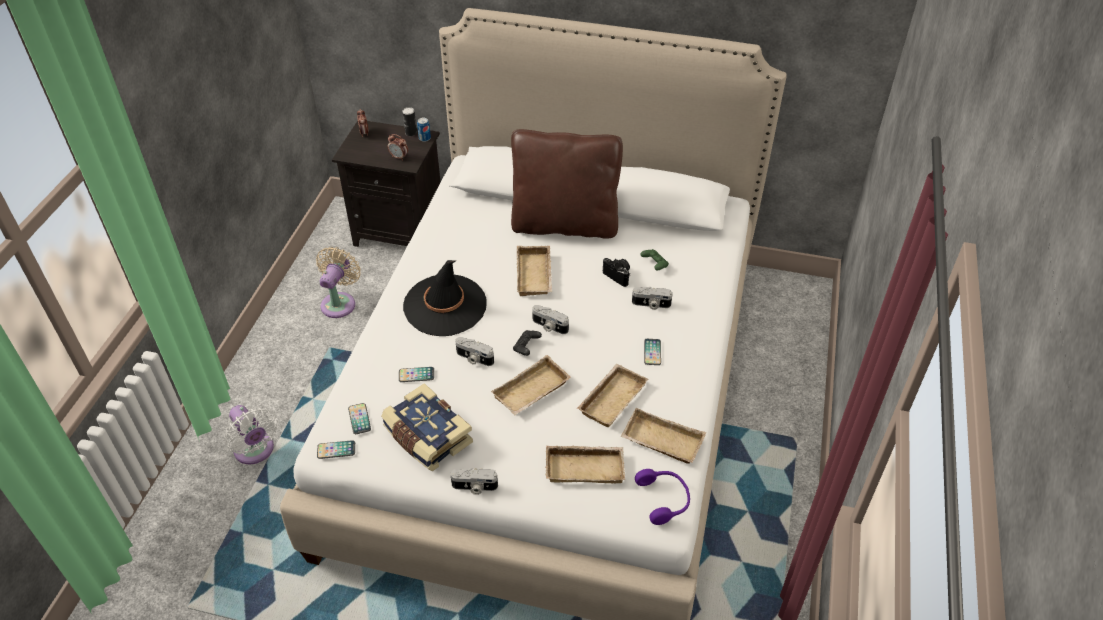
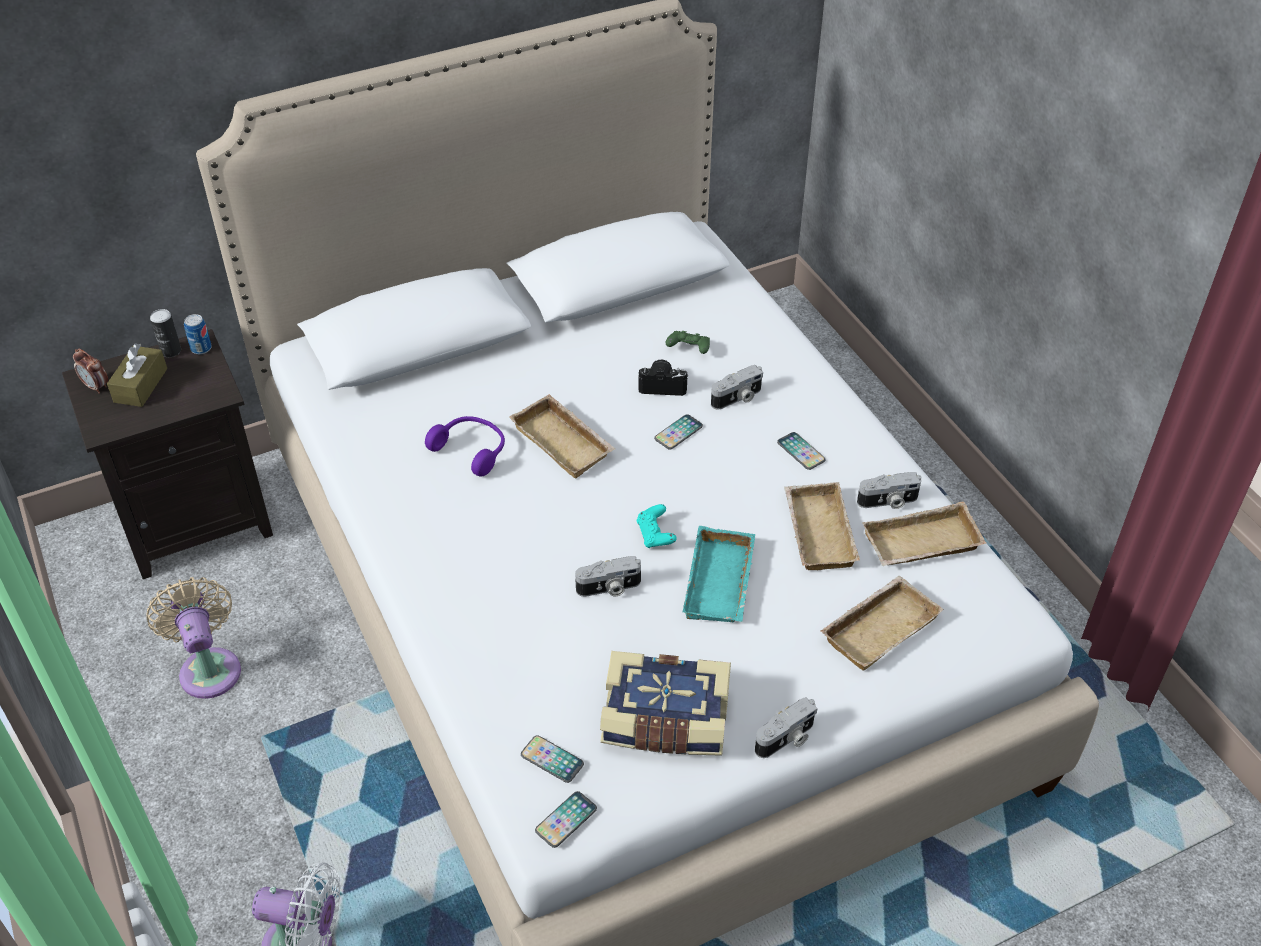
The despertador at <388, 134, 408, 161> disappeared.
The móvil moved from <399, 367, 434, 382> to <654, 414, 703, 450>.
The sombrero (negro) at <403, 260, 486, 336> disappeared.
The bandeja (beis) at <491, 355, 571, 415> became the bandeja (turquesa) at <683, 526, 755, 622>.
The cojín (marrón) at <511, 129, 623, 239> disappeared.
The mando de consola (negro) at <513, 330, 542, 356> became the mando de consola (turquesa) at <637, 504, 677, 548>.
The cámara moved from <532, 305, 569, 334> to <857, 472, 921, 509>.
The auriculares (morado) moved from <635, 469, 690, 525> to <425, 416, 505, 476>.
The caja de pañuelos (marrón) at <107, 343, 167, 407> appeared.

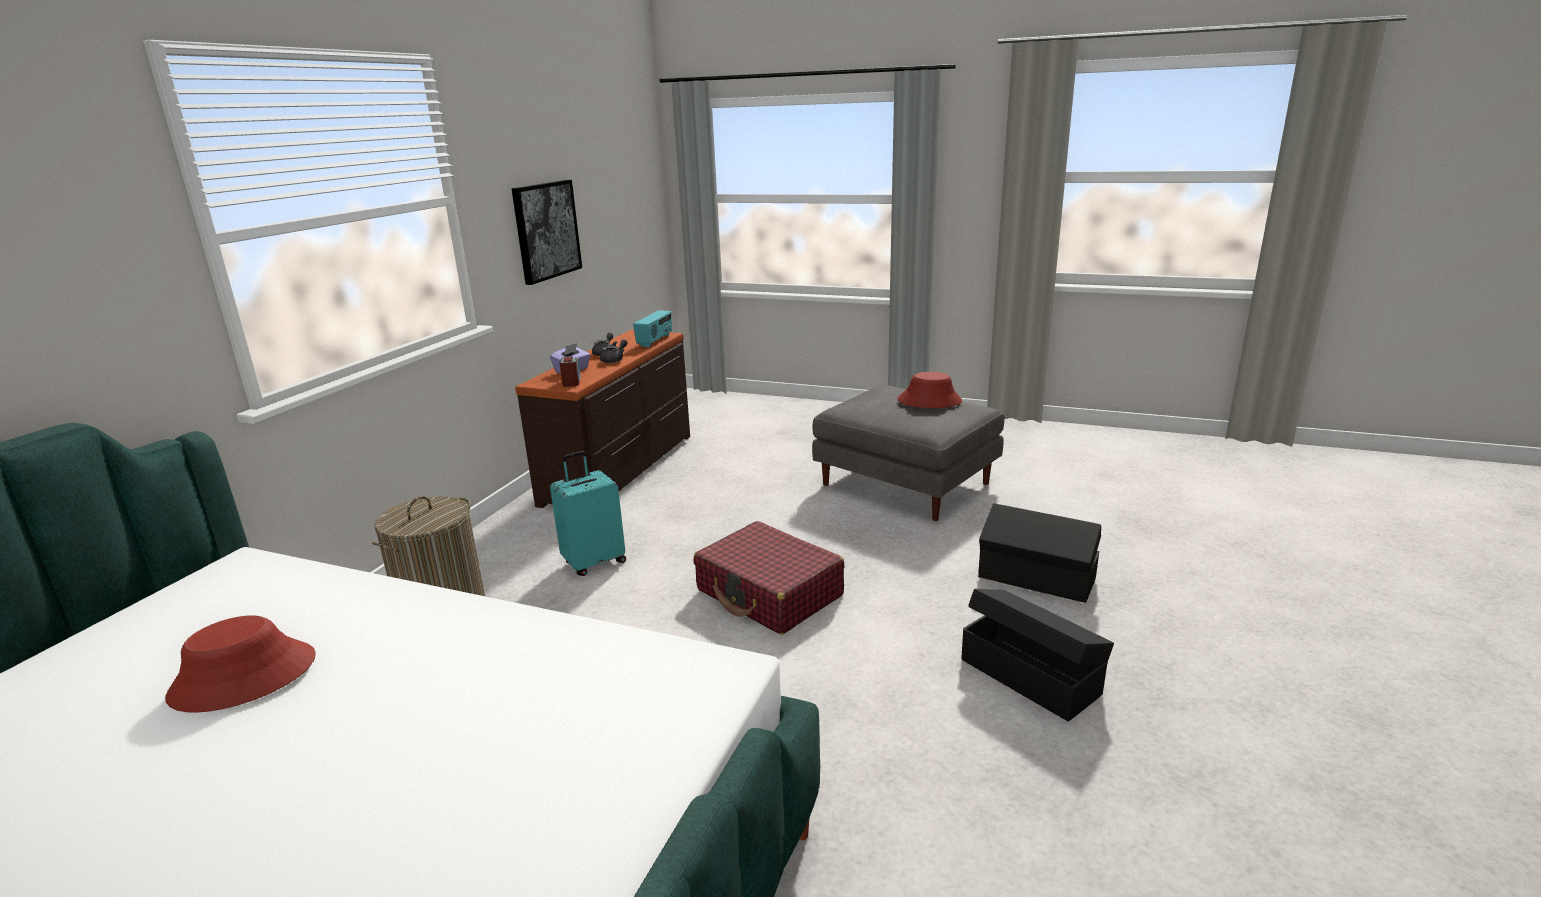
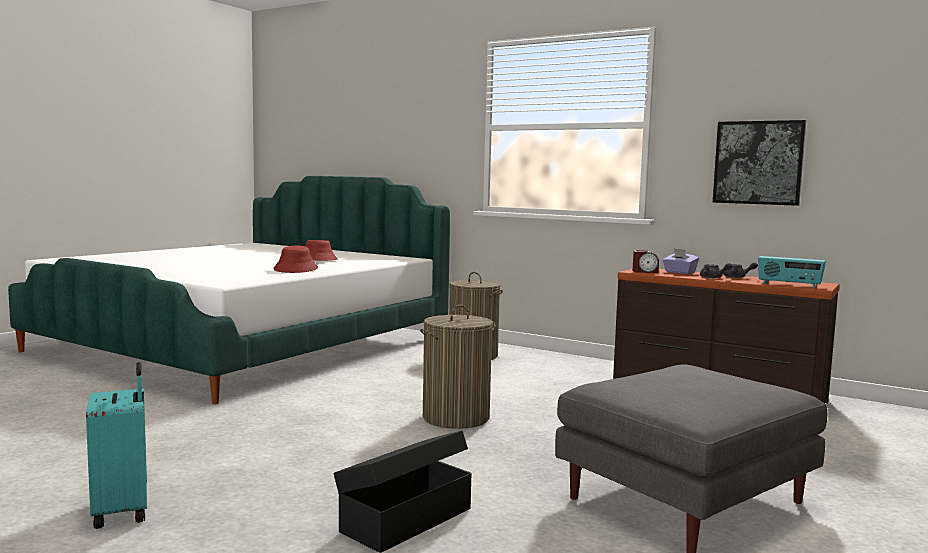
The maleta (turquesa) moved from <550, 451, 626, 576> to <86, 362, 147, 529>.
The maleta (rojo) at <694, 521, 845, 635> was replaced by the cesto de la ropa at <420, 305, 495, 429>.
The sombrero (rojo) moved from <897, 372, 962, 408> to <273, 246, 318, 273>.
The caja de almacenaje (negro) at <962, 589, 1114, 721> disappeared.

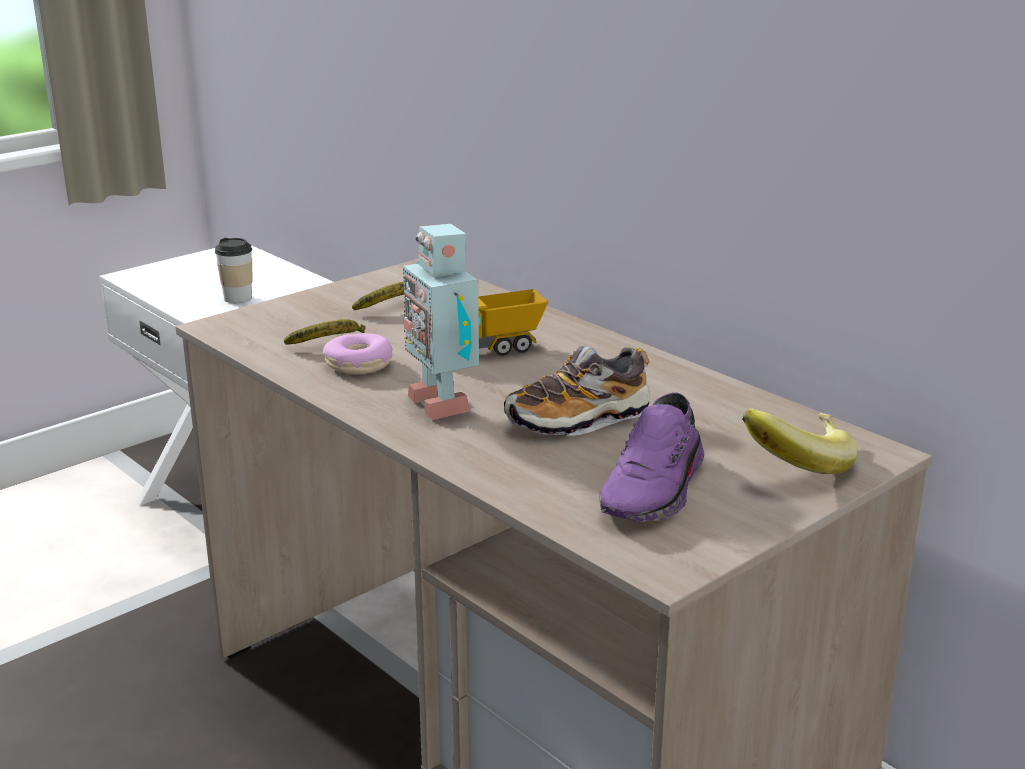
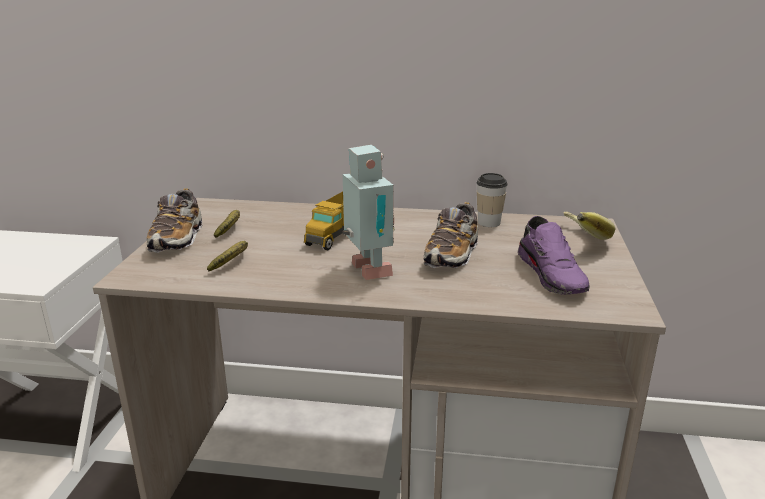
The taza moved from <215, 238, 252, 303> to <476, 173, 508, 227>.
The rosquilla at <323, 333, 393, 374> disappeared.
The robot de juguete at <403, 224, 479, 420> turned 135 degrees counterclockwise.
The zapato at <146, 188, 203, 253> appeared.

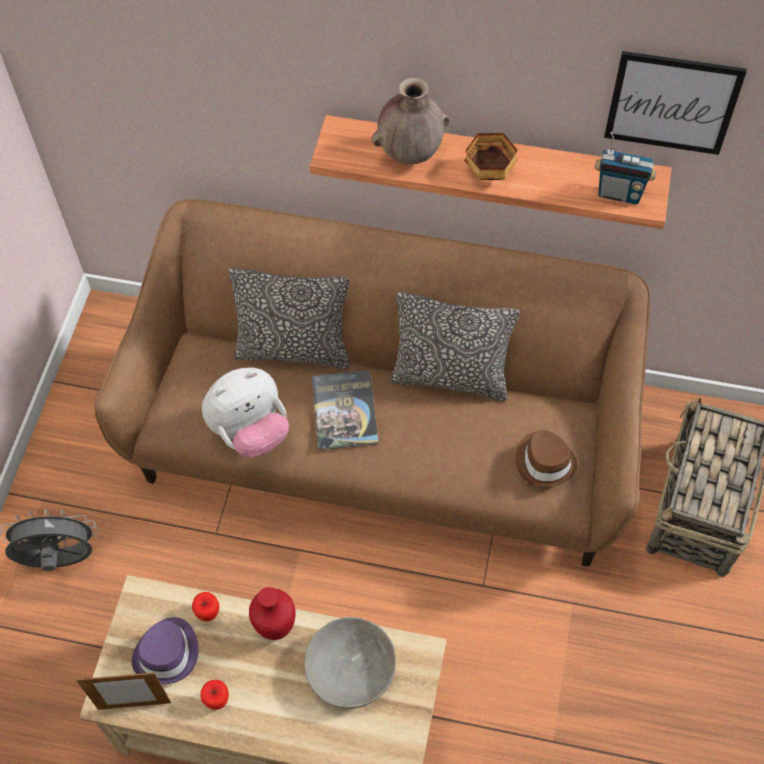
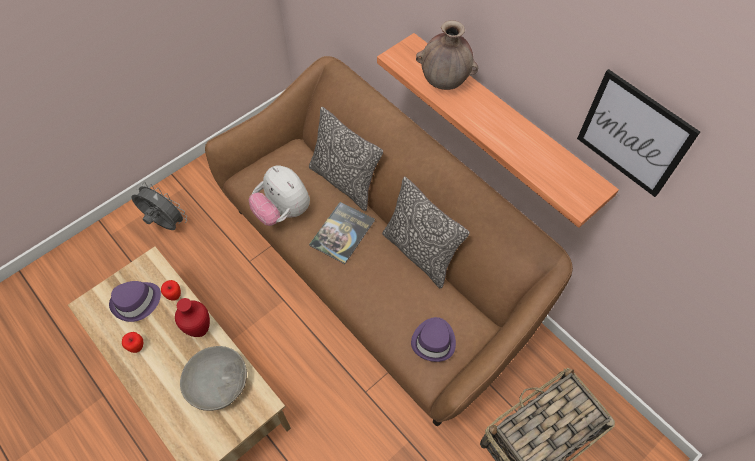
The portarretratos at <76, 672, 171, 710> disappeared.
The peluche at <202, 368, 289, 457> turned 45 degrees clockwise.
The cuenco at <464, 133, 518, 180> disappeared.
The sombrero (marrón) at <516, 430, 578, 487> became the sombrero (morado) at <411, 317, 456, 362>.
The radio at <595, 132, 656, 204> disappeared.

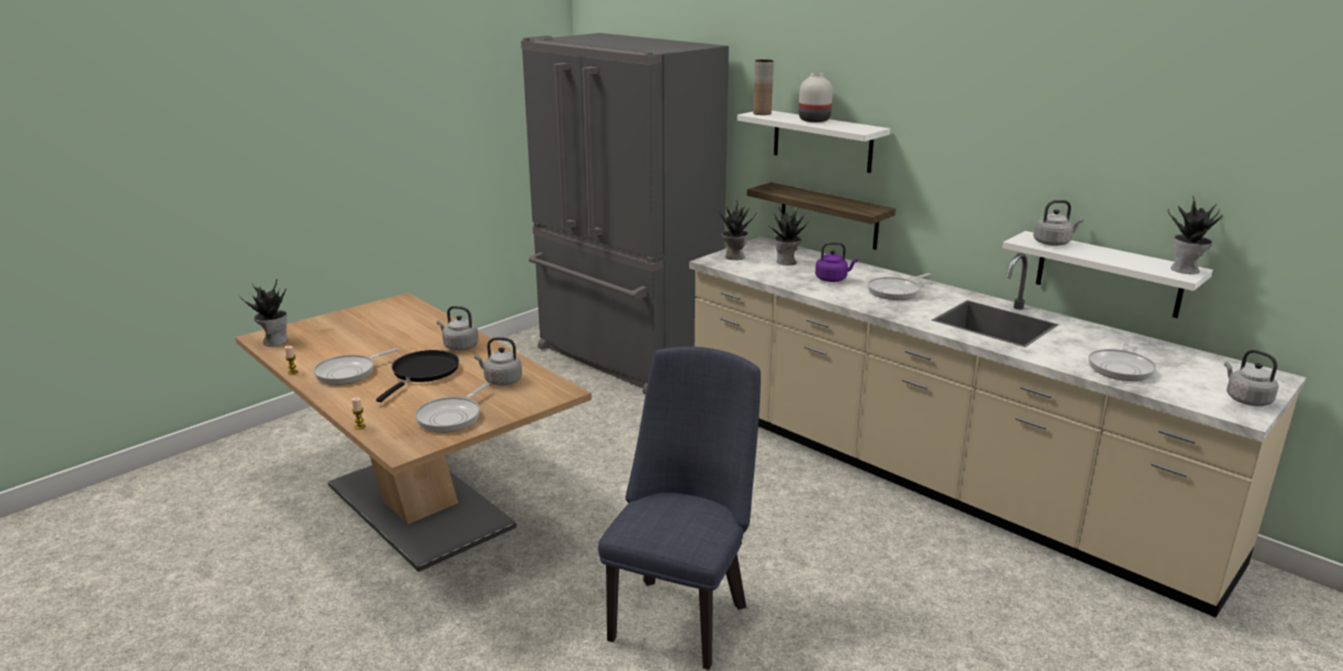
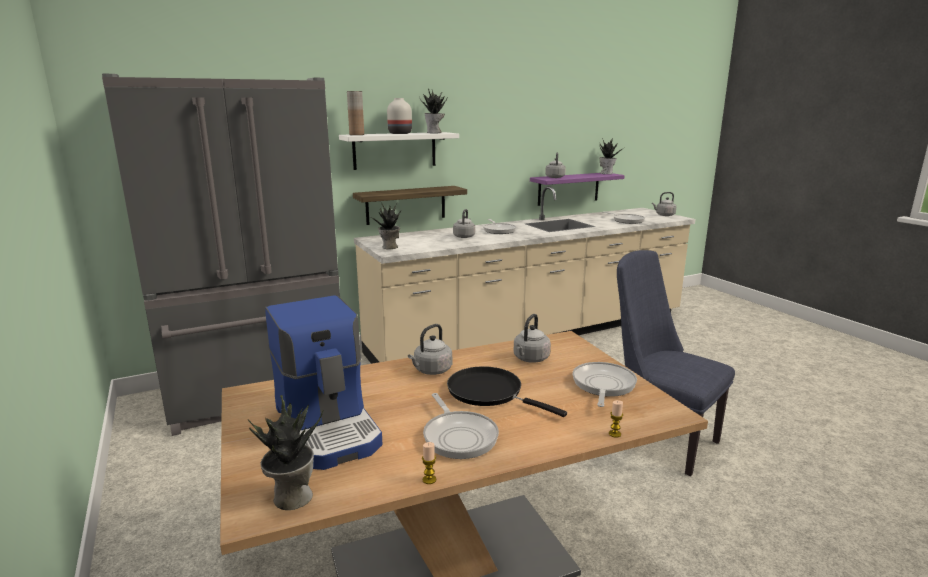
The sartén at <415, 383, 489, 432> turned 120 degrees counterclockwise.
The planta en maceta moved from <770, 207, 808, 265> to <420, 89, 448, 133>.
The hervidor (morado) at <815, 242, 858, 282> became the hervidor (gris) at <453, 209, 475, 238>.
The estante (blanco) at <1003, 231, 1213, 318> became the estante (morado) at <530, 173, 625, 206>.
The cafetera at <265, 295, 383, 470> appeared.

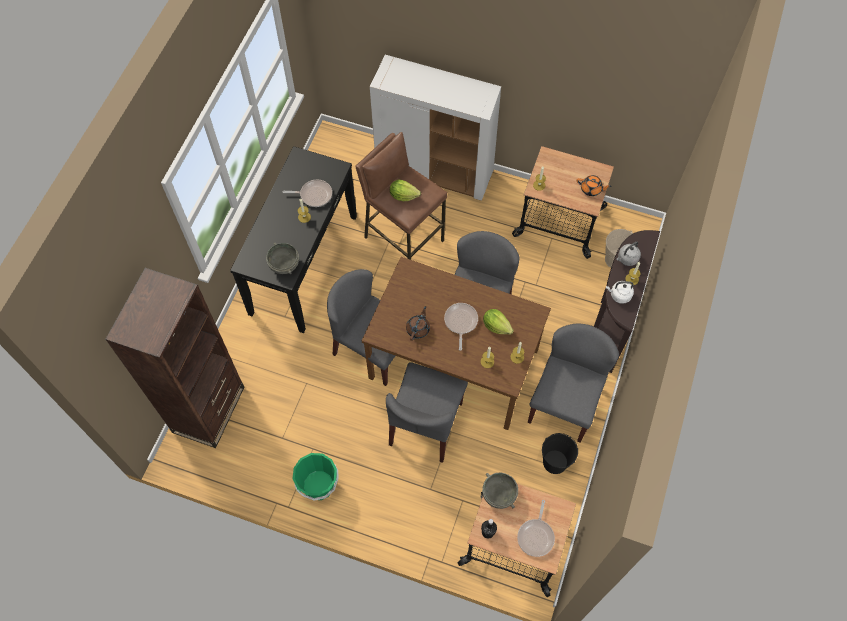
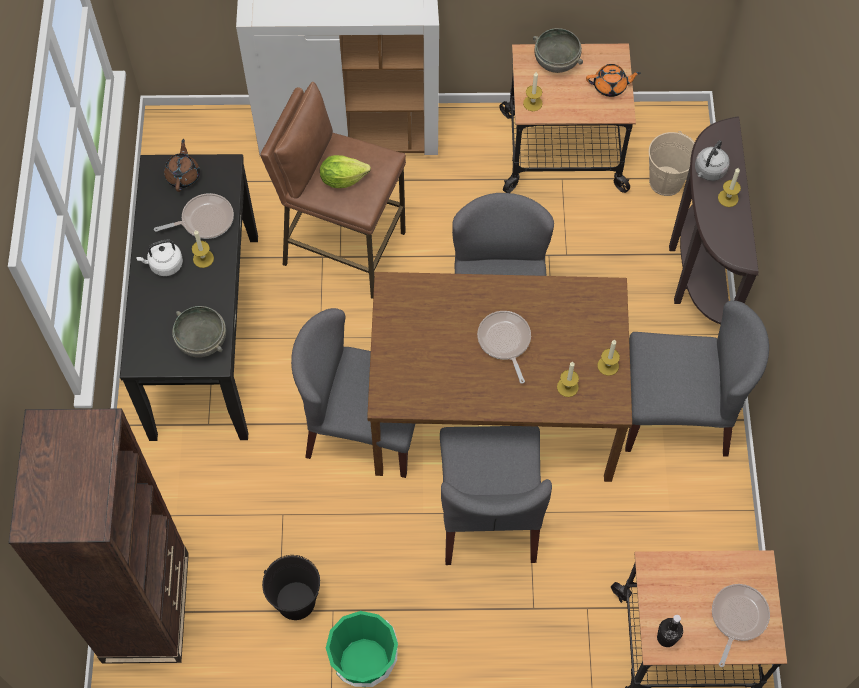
The tetera (marrón) moved from <406, 306, 430, 341> to <164, 139, 200, 192>.
The cuenco (gris) moved from <482, 473, 518, 509> to <533, 28, 583, 73>.
The lechuga at <483, 309, 514, 334> disappeared.
The sartén at <517, 500, 555, 557> turned 150 degrees counterclockwise.
The silla (gris) at <528, 324, 619, 443> turned 90 degrees clockwise.
The cubo (negro) moved from <542, 433, 578, 474> to <262, 555, 320, 620>.
The hervidor (blanco) moved from <606, 281, 634, 304> to <136, 239, 183, 276>.

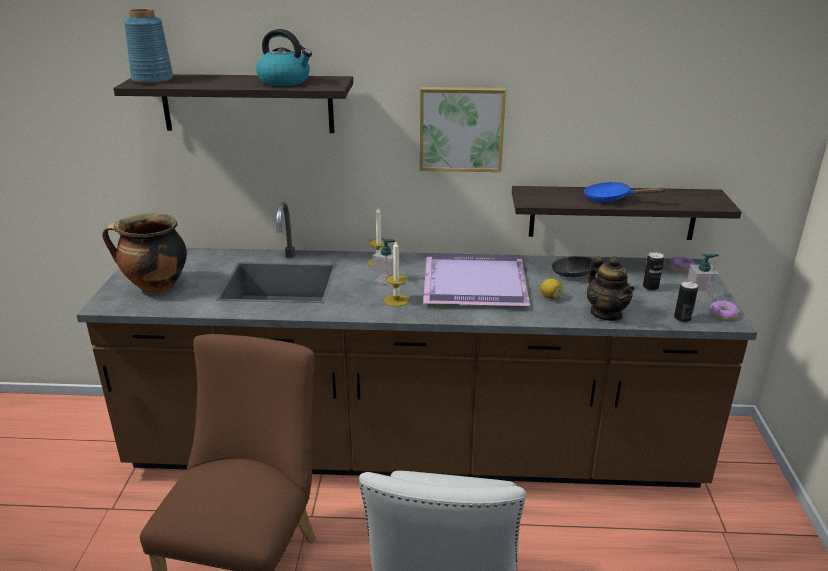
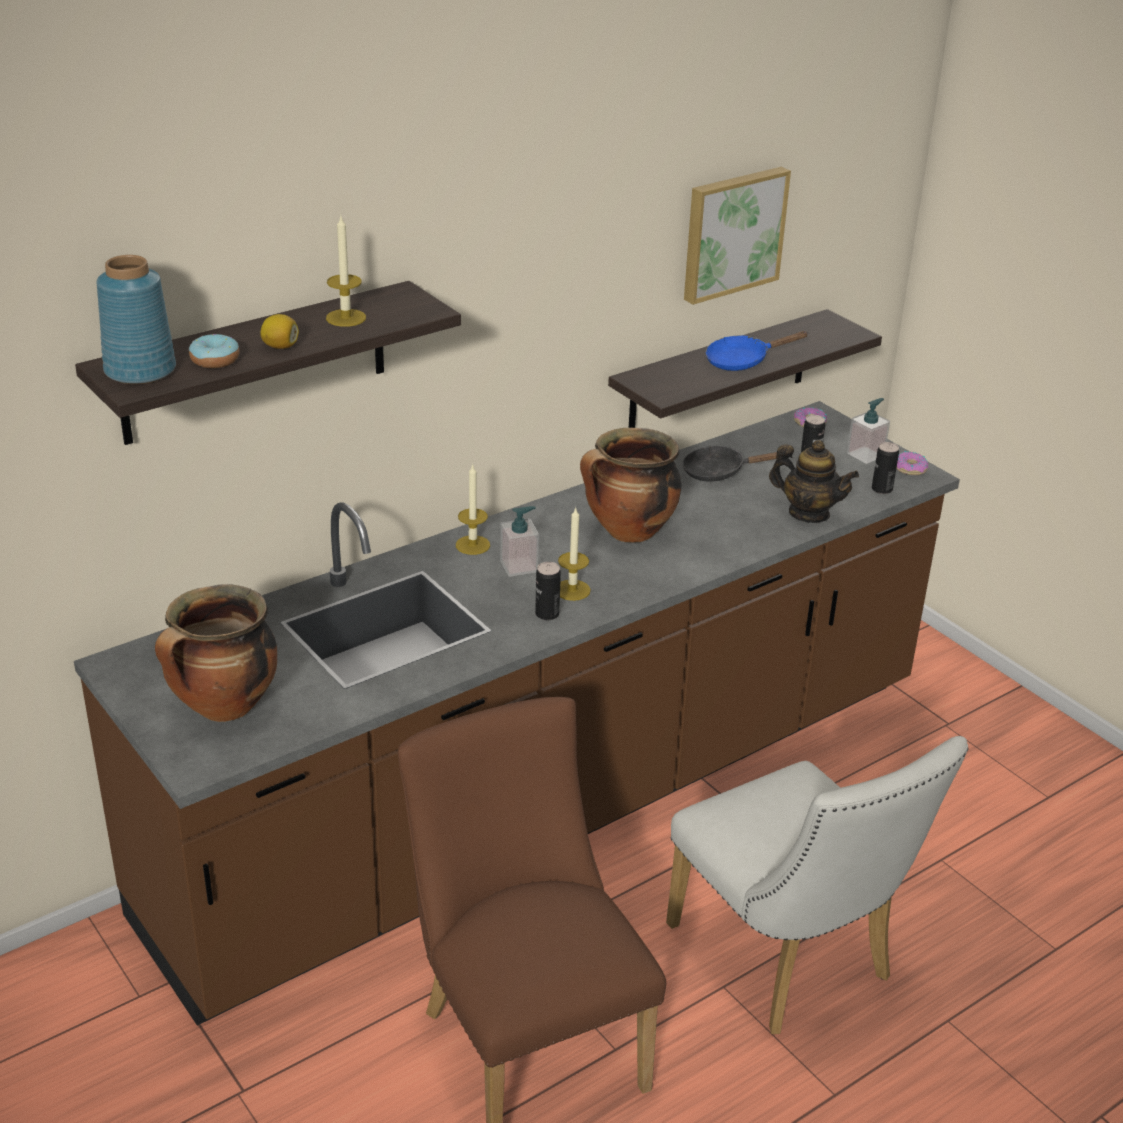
The hervidor at <256, 29, 312, 86> was replaced by the vela at <326, 216, 366, 327>.
The cuadro moved from <420, 87, 506, 172> to <684, 167, 791, 305>.
The bandeja (morado) at <423, 253, 530, 306> was replaced by the olla at <580, 428, 681, 543>.
The limón moved from <540, 279, 563, 299> to <260, 314, 299, 349>.
The rosquilla at <189, 334, 240, 368> appeared.
The lata at <535, 562, 561, 620> appeared.

